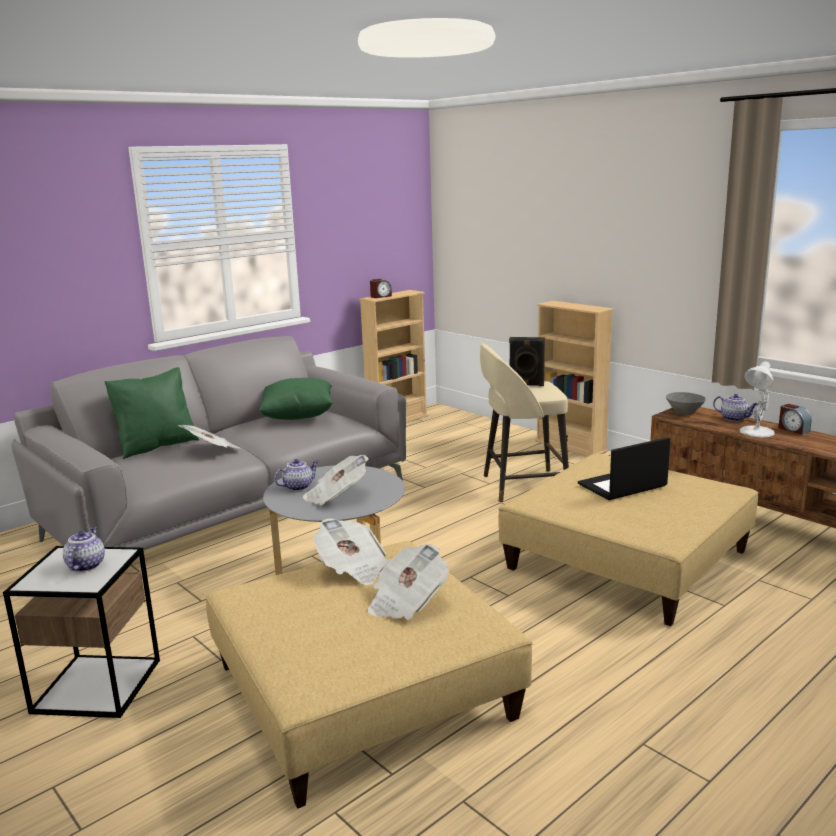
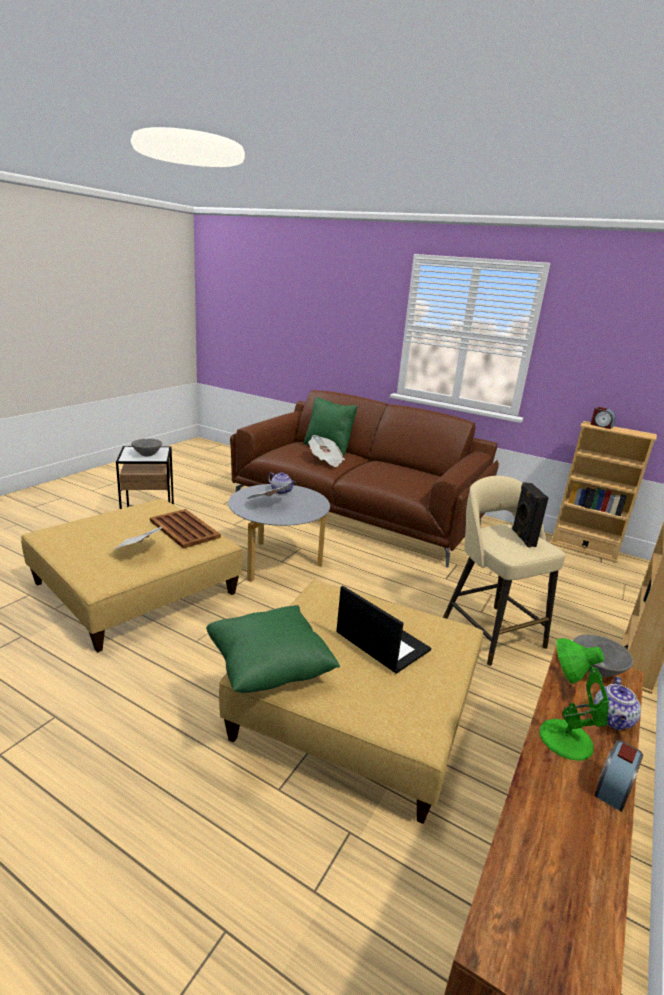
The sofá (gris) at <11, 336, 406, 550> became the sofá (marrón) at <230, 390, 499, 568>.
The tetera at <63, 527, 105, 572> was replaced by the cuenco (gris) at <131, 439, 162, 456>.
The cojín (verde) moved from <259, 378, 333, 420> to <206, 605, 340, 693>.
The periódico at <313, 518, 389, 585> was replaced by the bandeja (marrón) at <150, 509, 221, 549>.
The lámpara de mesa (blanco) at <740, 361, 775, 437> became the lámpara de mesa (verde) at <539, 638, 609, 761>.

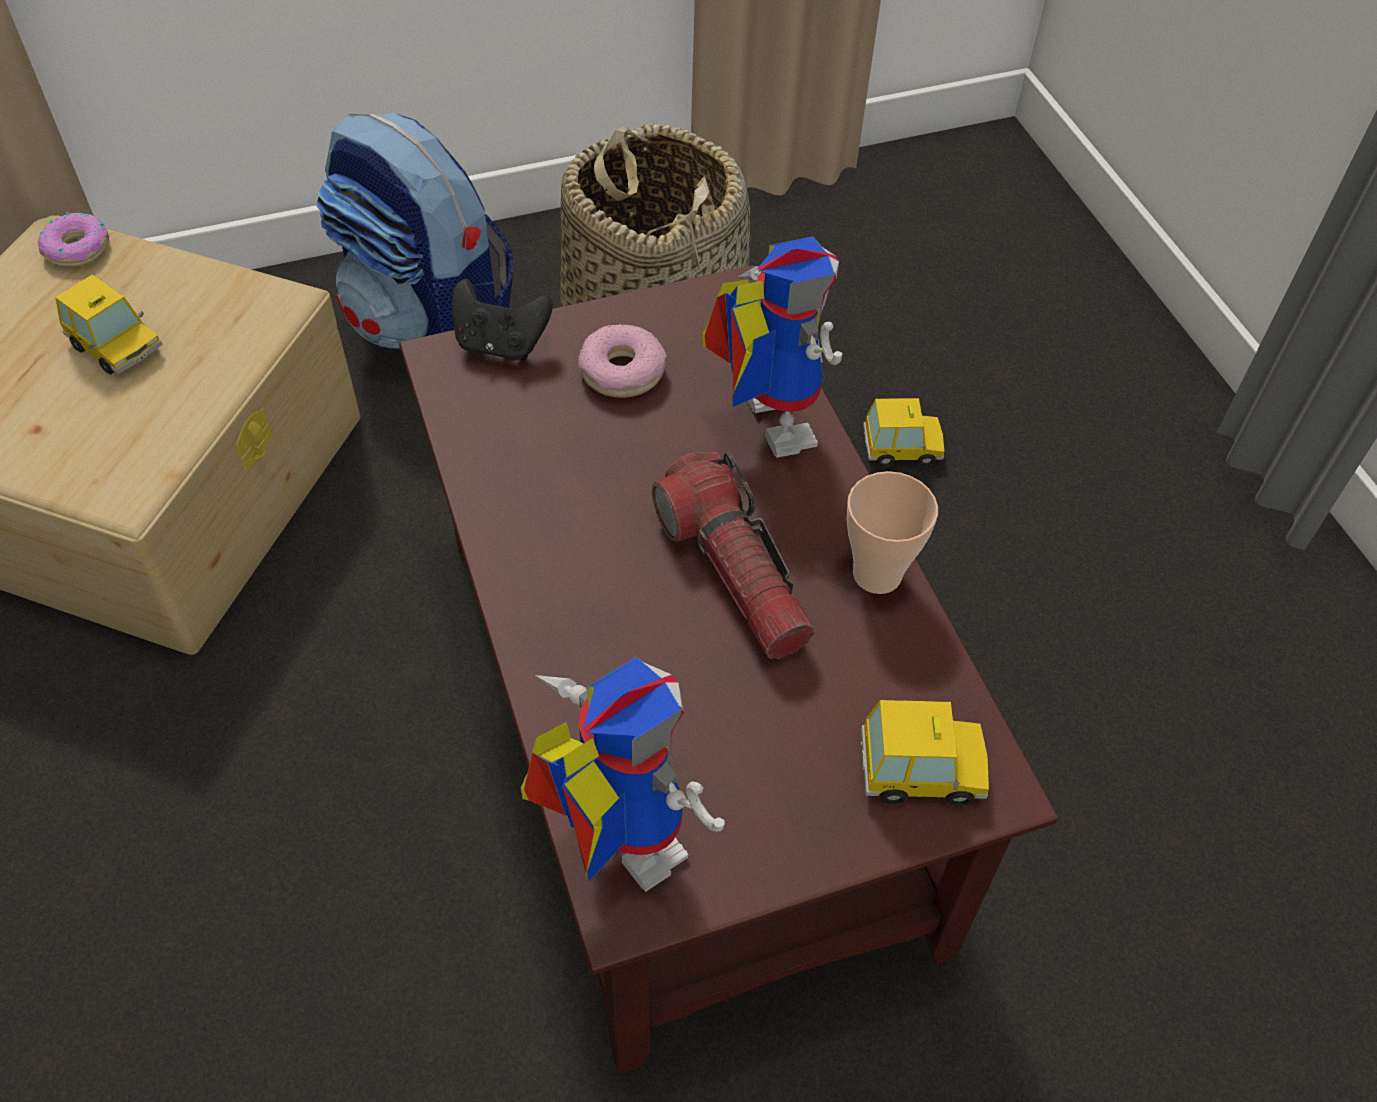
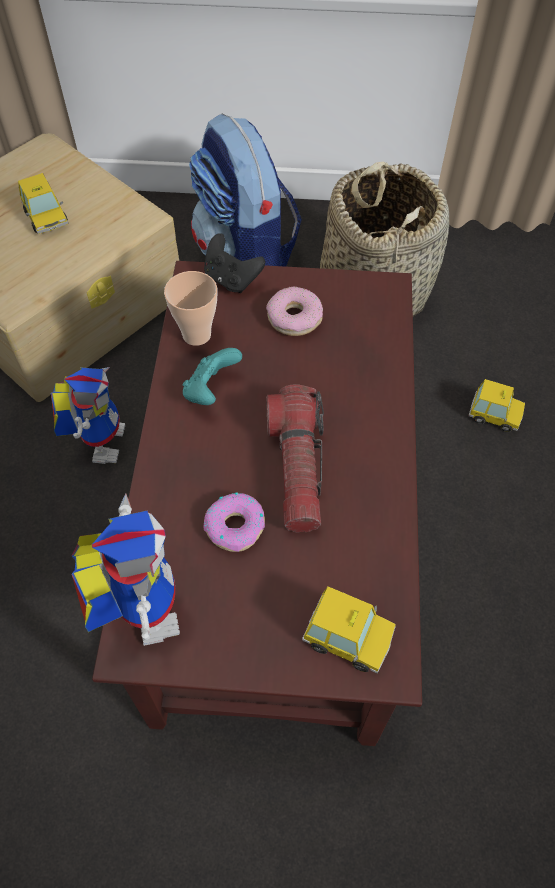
The rosquilla moved from <38, 212, 109, 267> to <203, 492, 265, 552>.
The robot de juguete moved from <702, 236, 843, 458> to <51, 367, 125, 464>.
The taza moved from <847, 471, 938, 594> to <164, 271, 217, 346>.
The mando de consola (turquesa) at <183, 348, 242, 405> appeared.

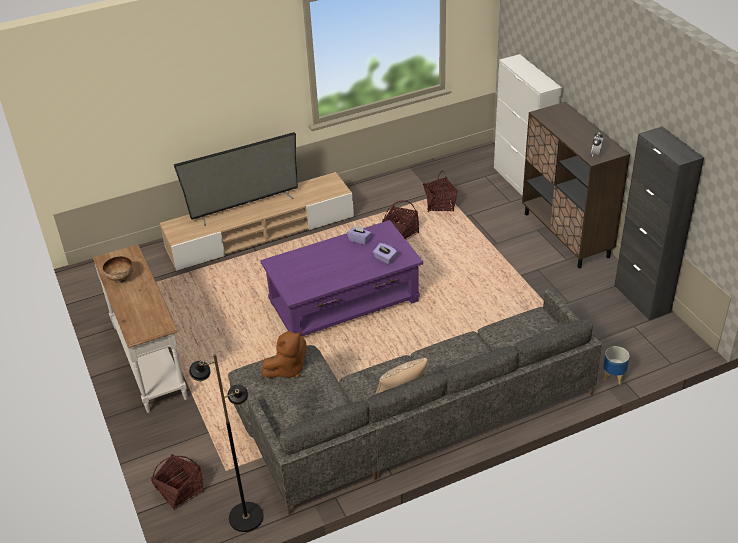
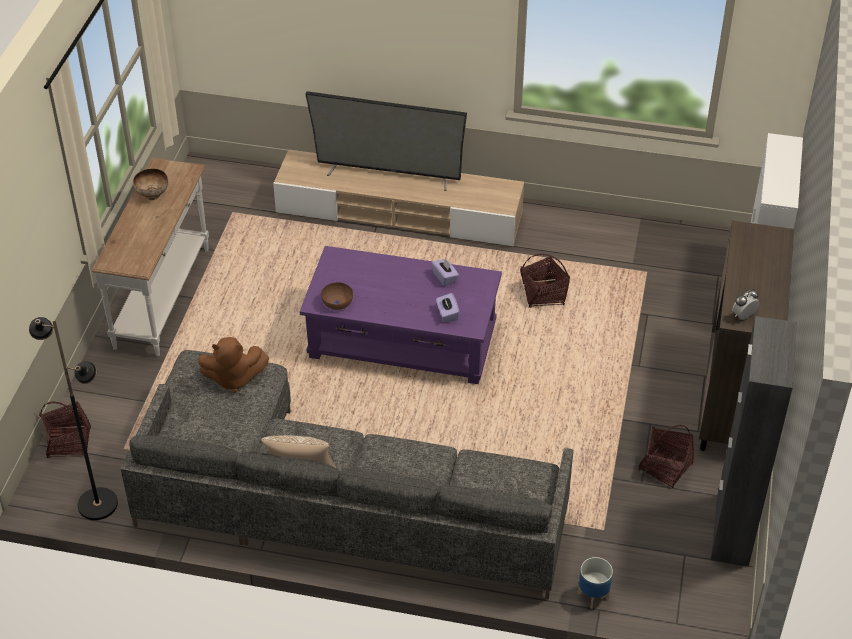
The cesta moved from <423, 170, 458, 213> to <639, 425, 694, 488>.
The cuenco (marrón) at <321, 282, 353, 310> appeared.

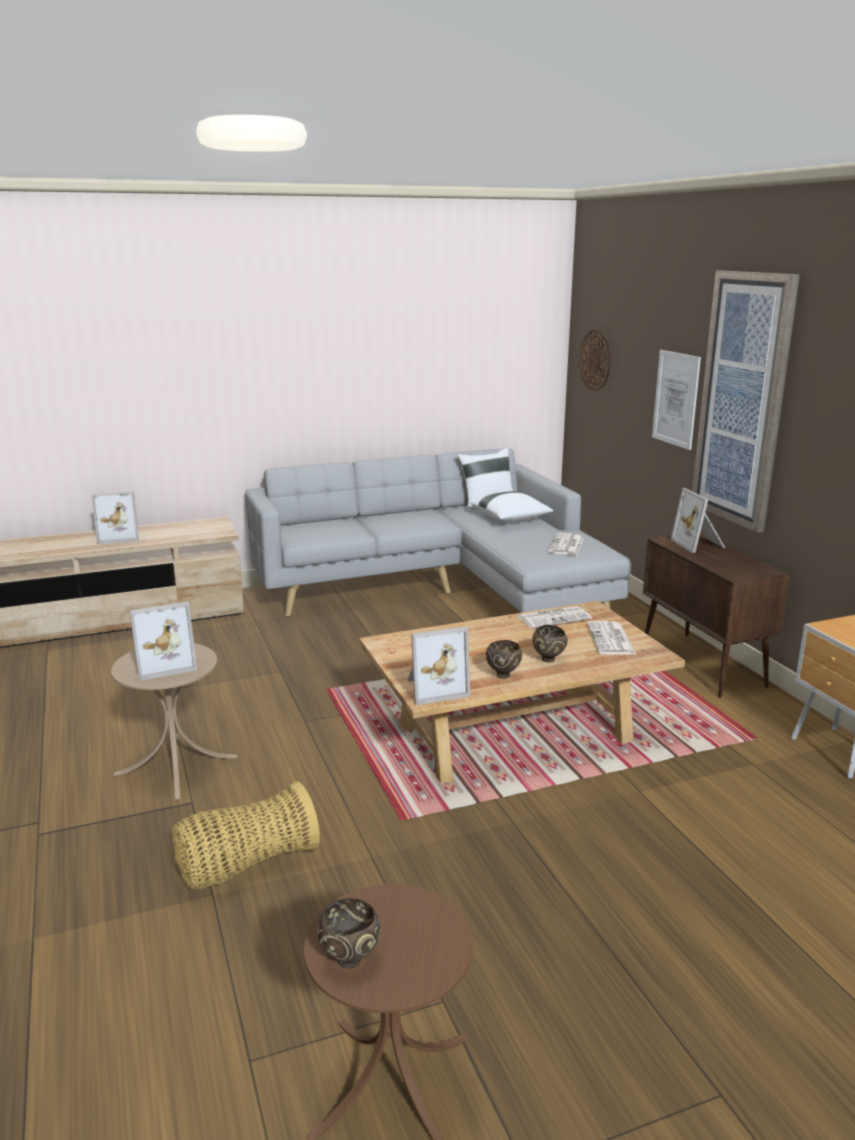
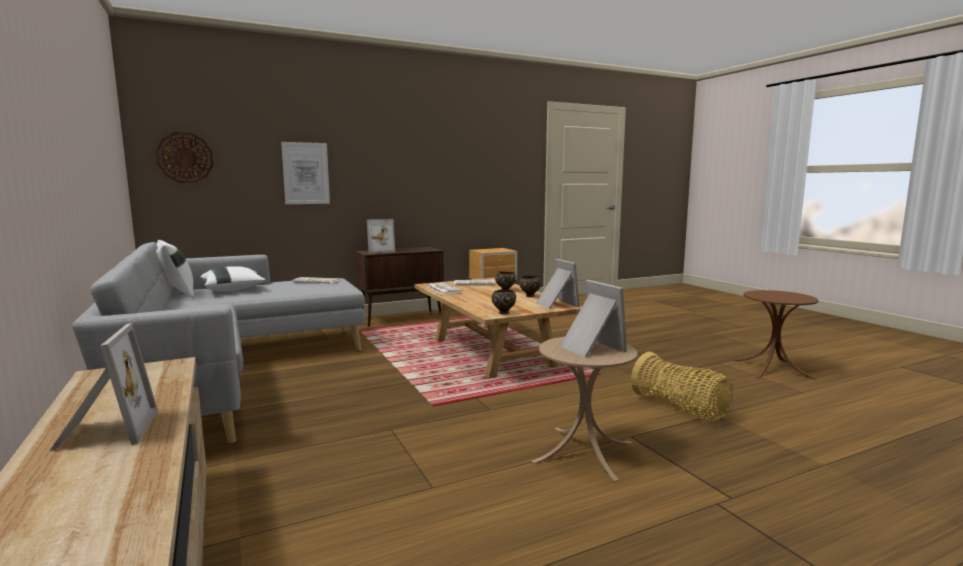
The cuenco (marrón) moved from <317, 898, 381, 968> to <492, 289, 516, 314>.
The cuadro at <692, 271, 800, 533> disappeared.

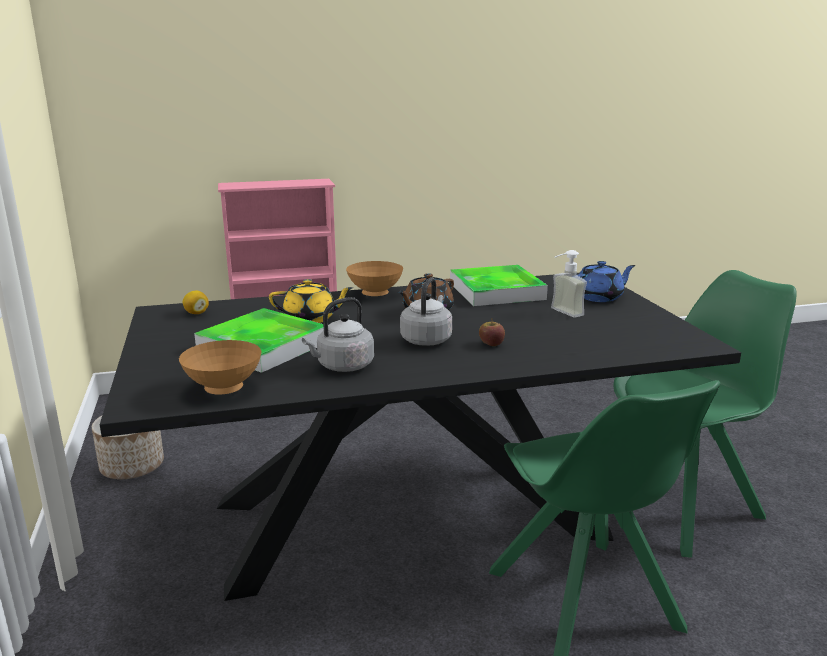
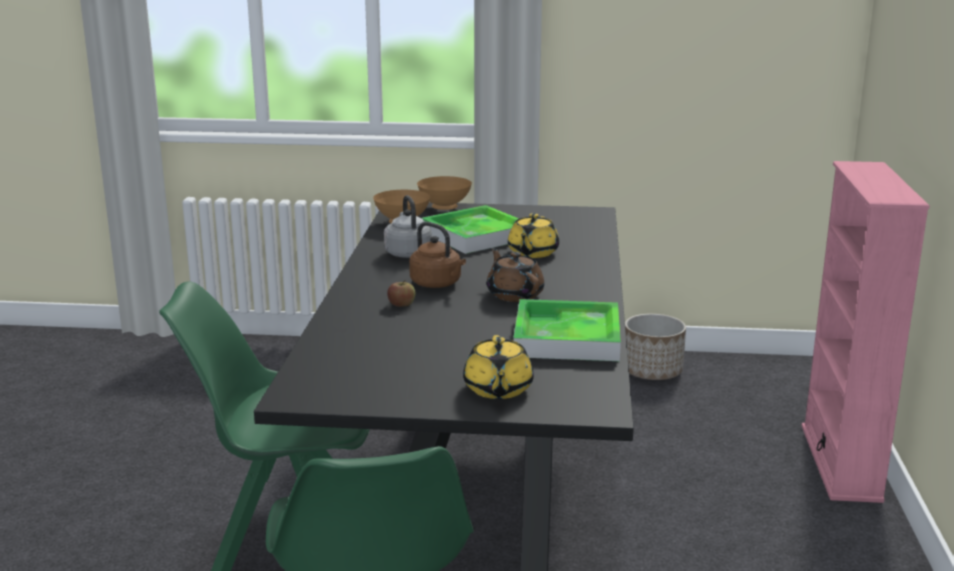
The limón at <183, 291, 209, 314> disappeared.
The cuenco (marrón) moved from <346, 261, 403, 296> to <417, 176, 472, 210>.
The hervidor (gris) at <400, 277, 452, 346> became the hervidor (marrón) at <409, 222, 466, 288>.
The dispensador de jabón at <551, 250, 587, 318> disappeared.
The tetera (azul) at <577, 261, 636, 302> became the tetera (amarillo) at <463, 335, 534, 399>.

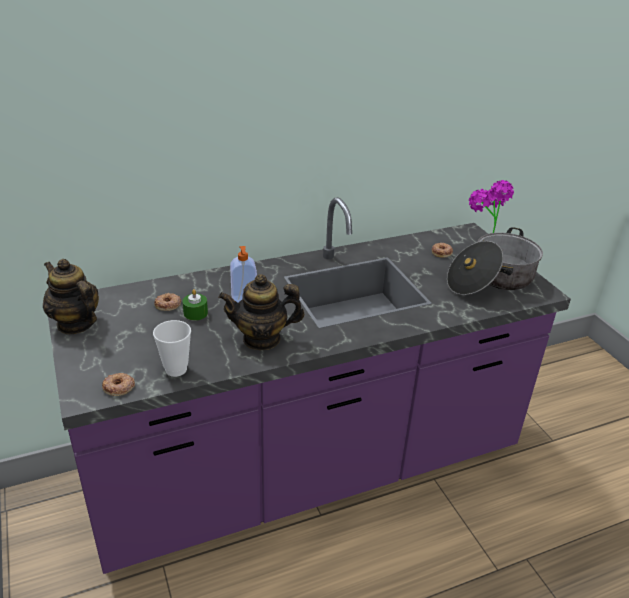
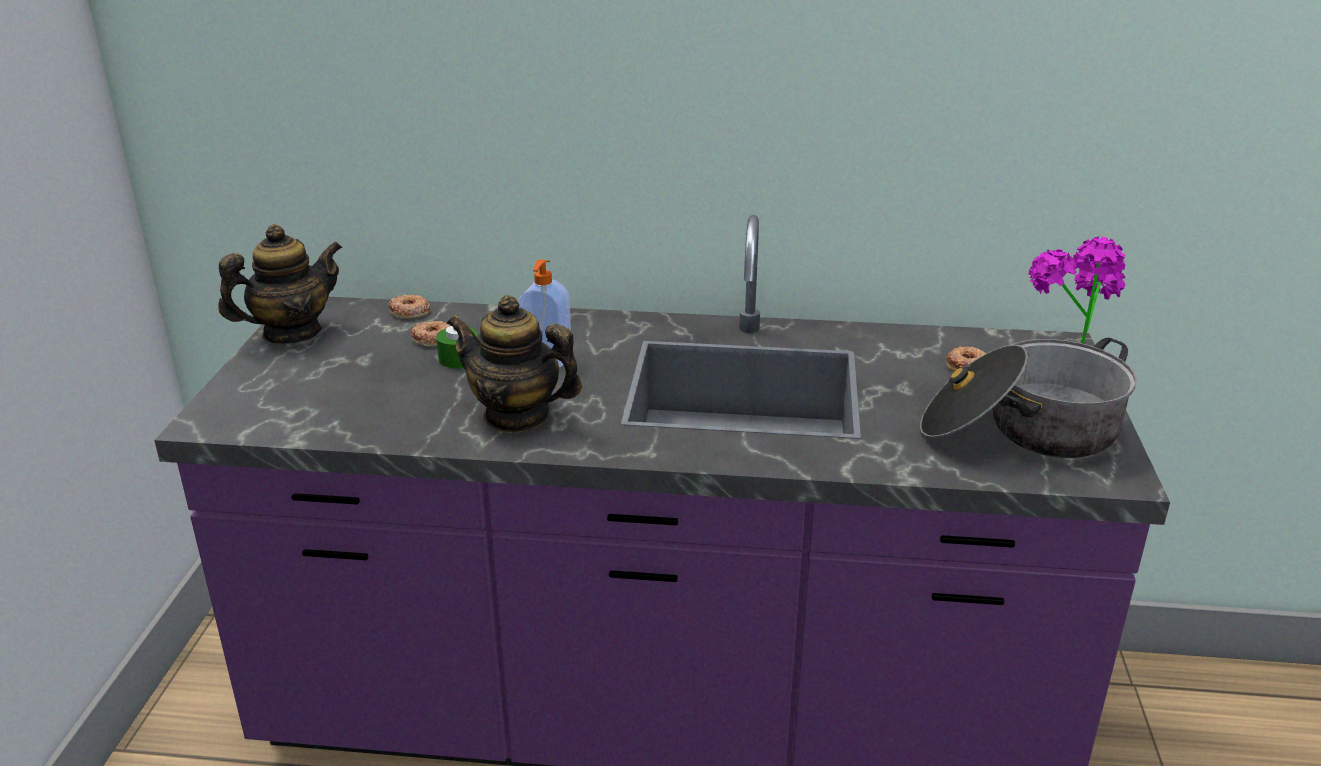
The tetera at <43, 259, 99, 334> turned 75 degrees clockwise.
The rosquilla moved from <102, 373, 135, 396> to <388, 294, 430, 319>.
The taza at <153, 320, 191, 377> disappeared.

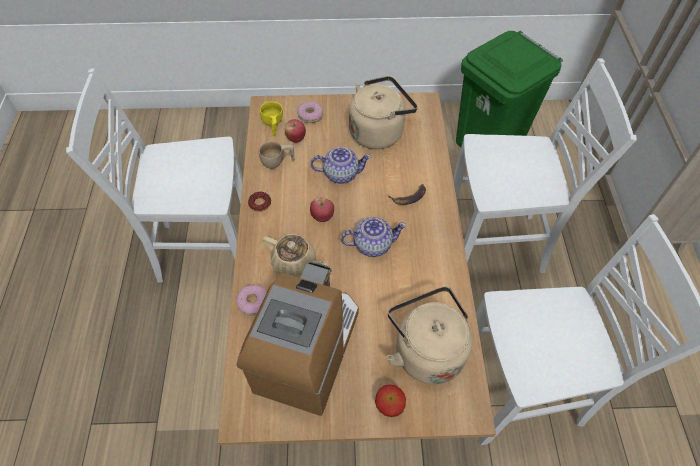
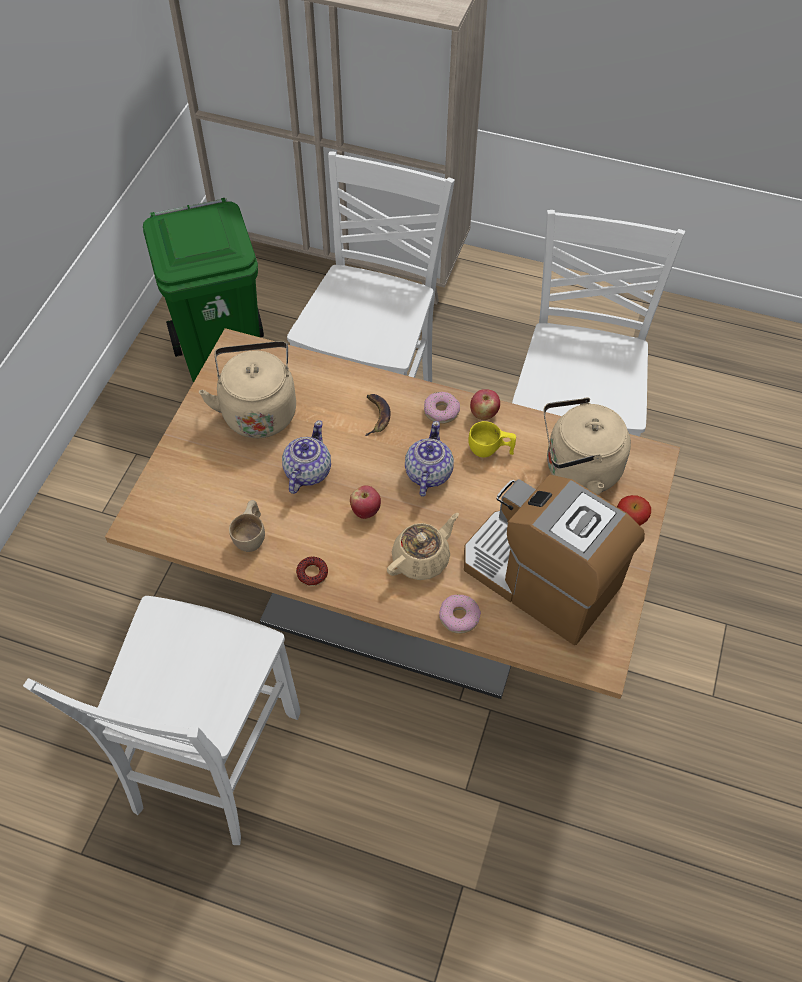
The taza (amarillo) moved from <260, 101, 283, 136> to <468, 421, 516, 457>.
The manzana moved from <285, 119, 306, 143> to <470, 389, 500, 420>.
The rosquilla moved from <297, 101, 323, 123> to <424, 392, 460, 424>.

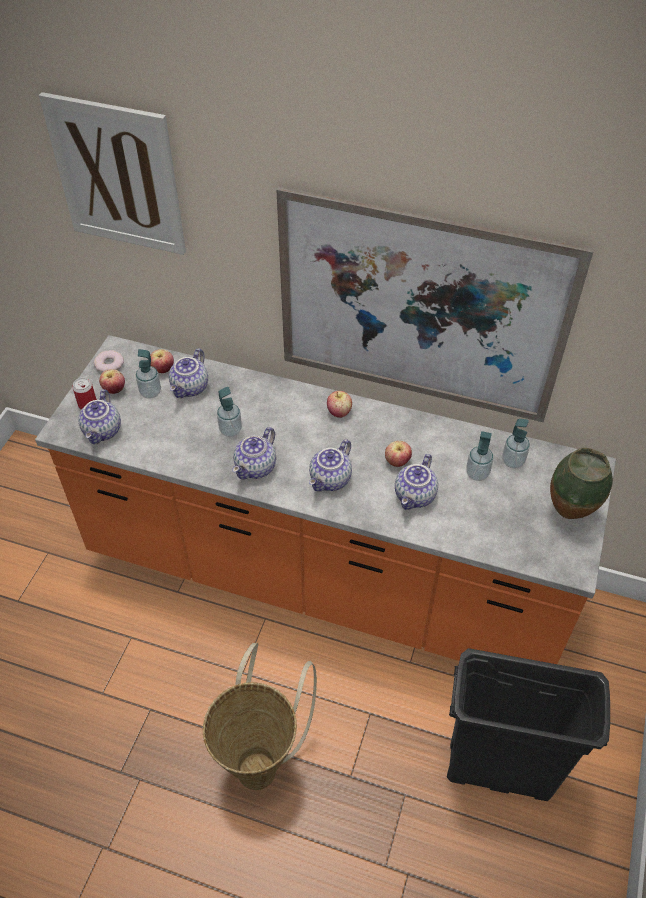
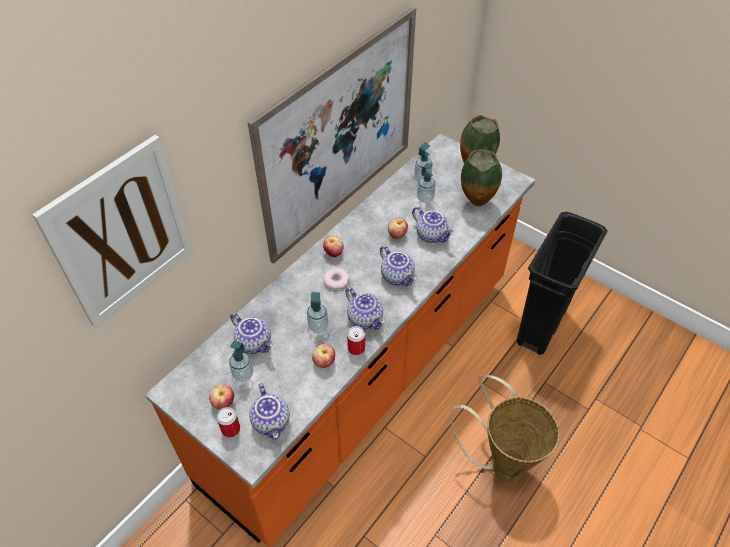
The tetera at <78, 389, 121, 444> turned 45 degrees clockwise.
The rosquilla moved from <94, 350, 124, 372> to <323, 268, 350, 289>.
The manzana moved from <150, 349, 174, 373> to <312, 344, 335, 368>.
The lata at <347, 326, 365, 355> appeared.
The florero at <461, 149, 502, 206> appeared.

